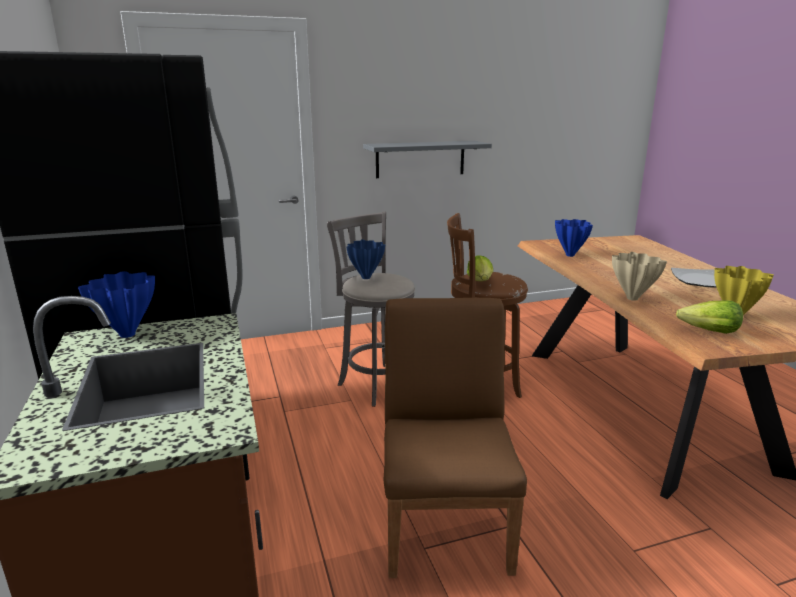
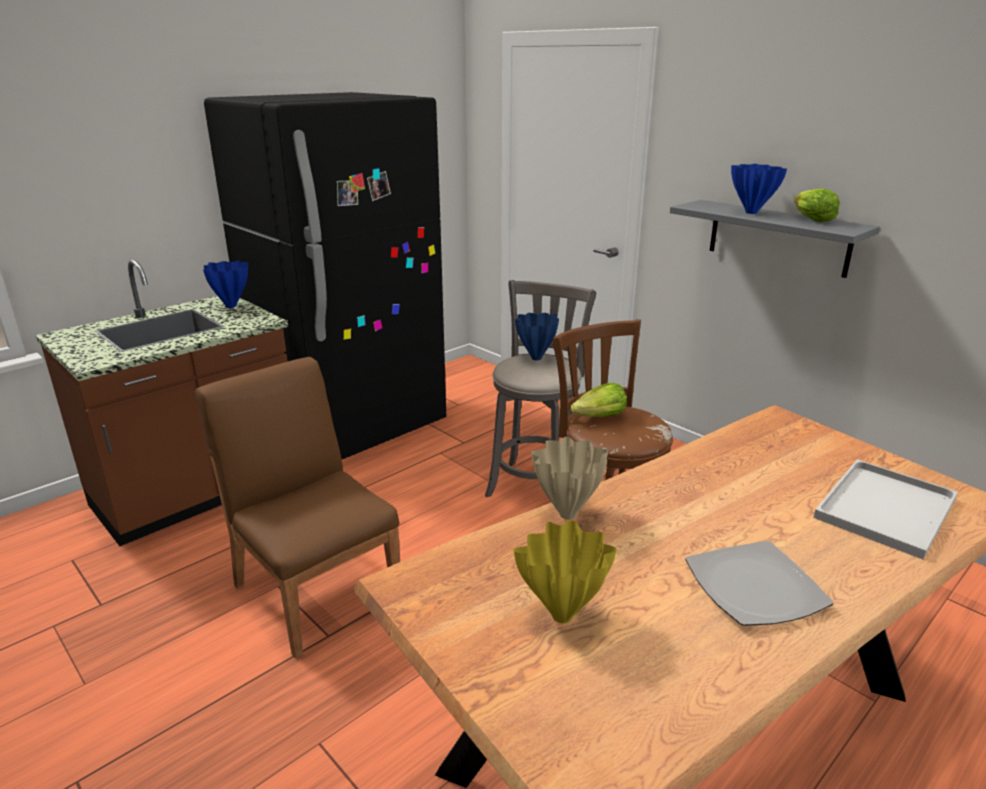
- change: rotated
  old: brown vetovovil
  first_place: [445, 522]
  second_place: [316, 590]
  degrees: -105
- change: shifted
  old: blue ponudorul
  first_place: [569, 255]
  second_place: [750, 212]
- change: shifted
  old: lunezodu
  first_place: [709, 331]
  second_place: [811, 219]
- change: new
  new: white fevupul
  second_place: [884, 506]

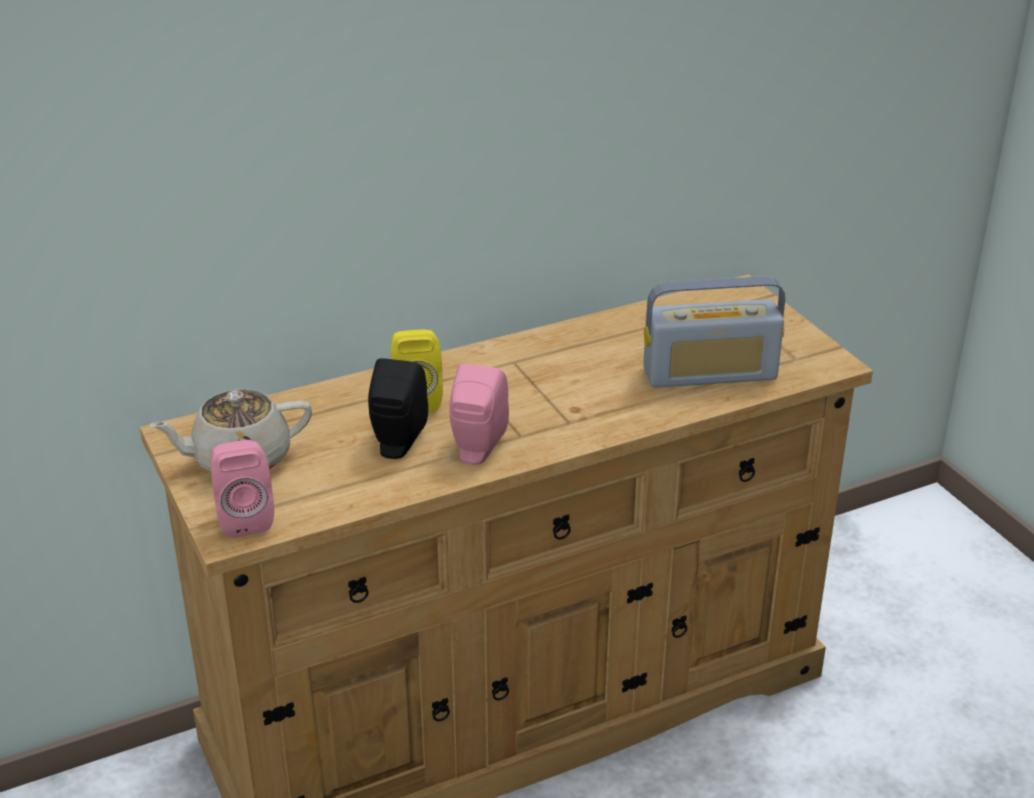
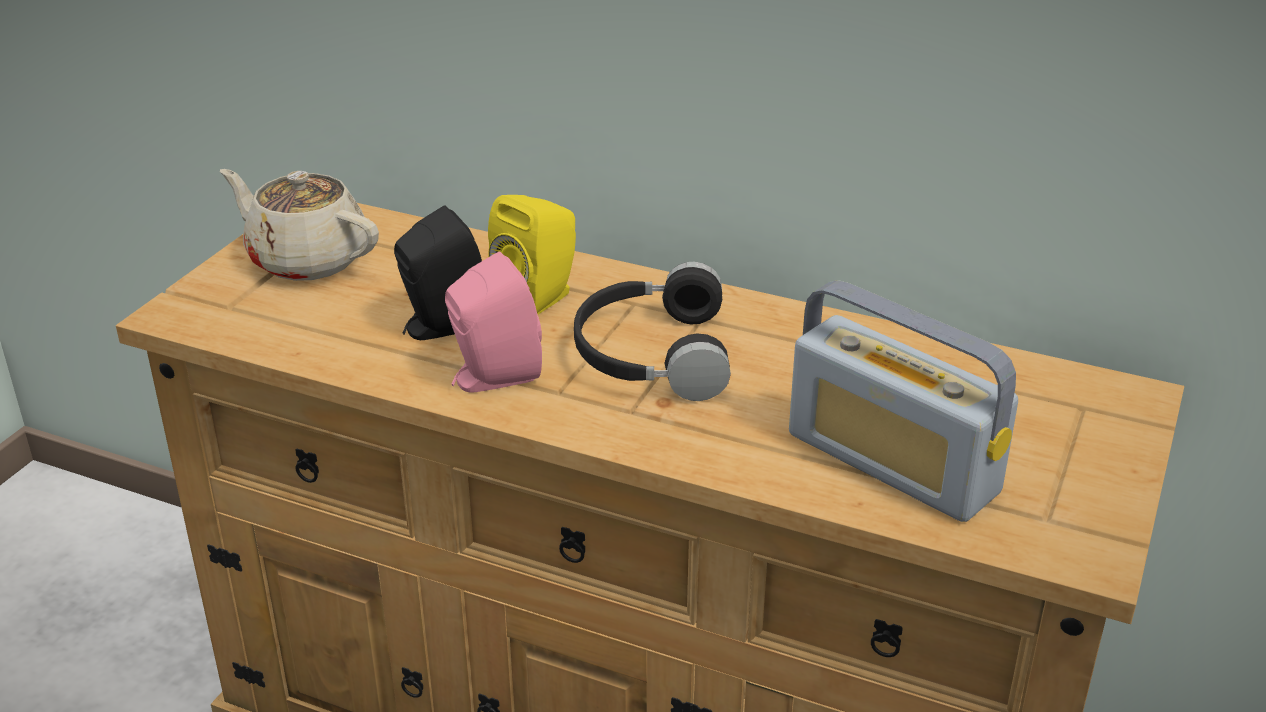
- change: new
  new: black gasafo
  second_place: [649, 354]
- change: gone
  old: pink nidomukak
  first_place: [245, 517]

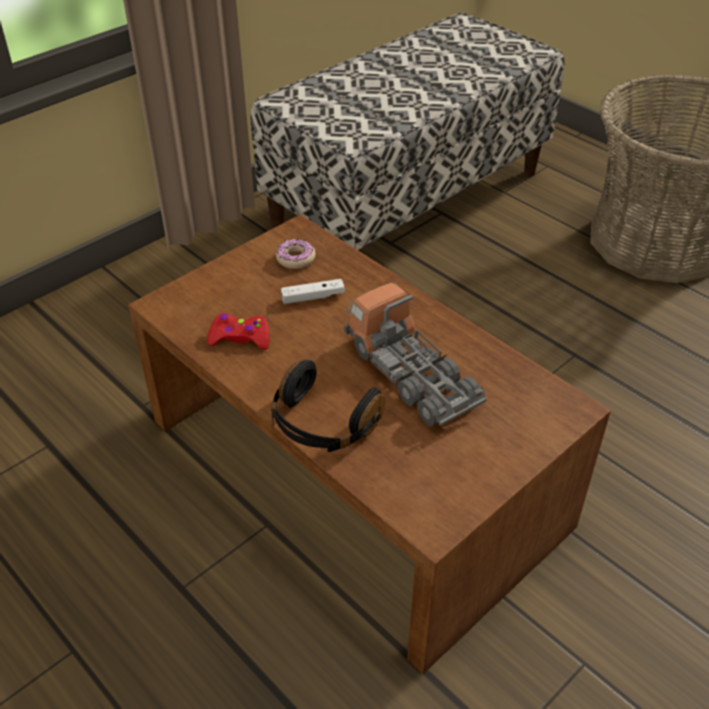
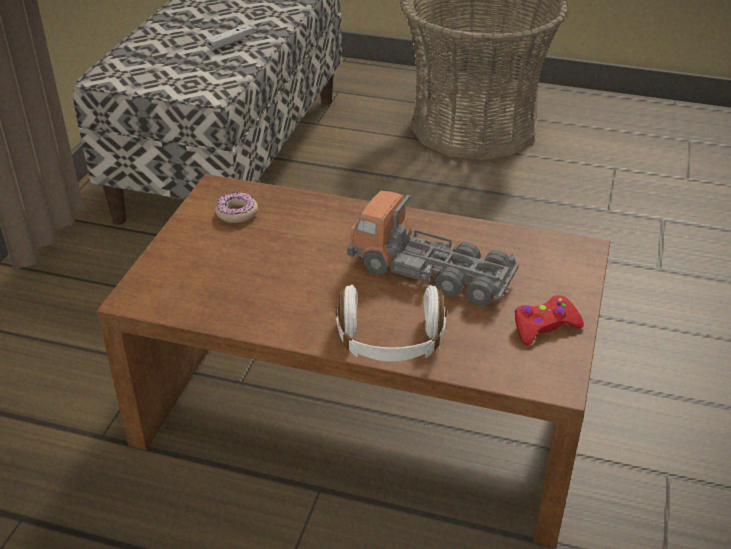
- change: shifted
  old: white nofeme
  first_place: [313, 297]
  second_place: [230, 42]
- change: repainted
  old: black gasafo
  new: white gasafo
  first_place: [322, 424]
  second_place: [390, 341]
- change: shifted
  old: red nofeme
  first_place: [240, 338]
  second_place: [544, 326]

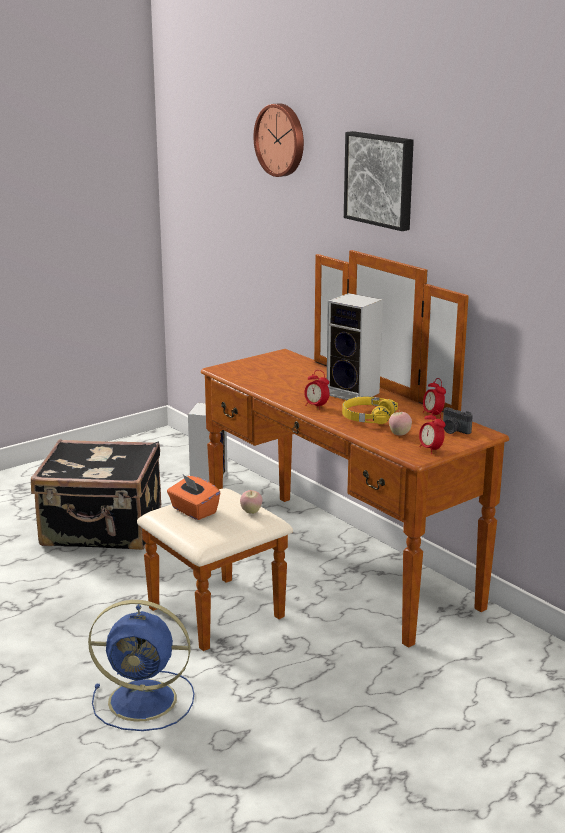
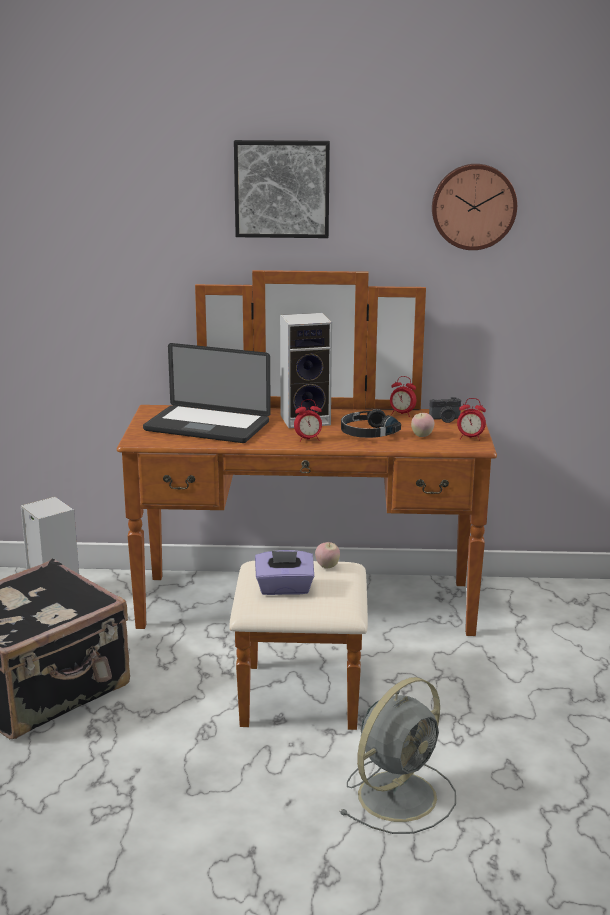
- change: new
  new: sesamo
  second_place: [207, 426]
- change: repainted
  old: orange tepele
  new: purple tepele
  first_place: [193, 511]
  second_place: [284, 589]
- change: repainted
  old: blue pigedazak
  new: grey pigedazak
  first_place: [146, 700]
  second_place: [399, 794]
- change: repainted
  old: yellow gasafo
  new: black gasafo
  first_place: [367, 417]
  second_place: [367, 433]
- change: shifted
  old: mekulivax
  first_place: [281, 140]
  second_place: [473, 206]

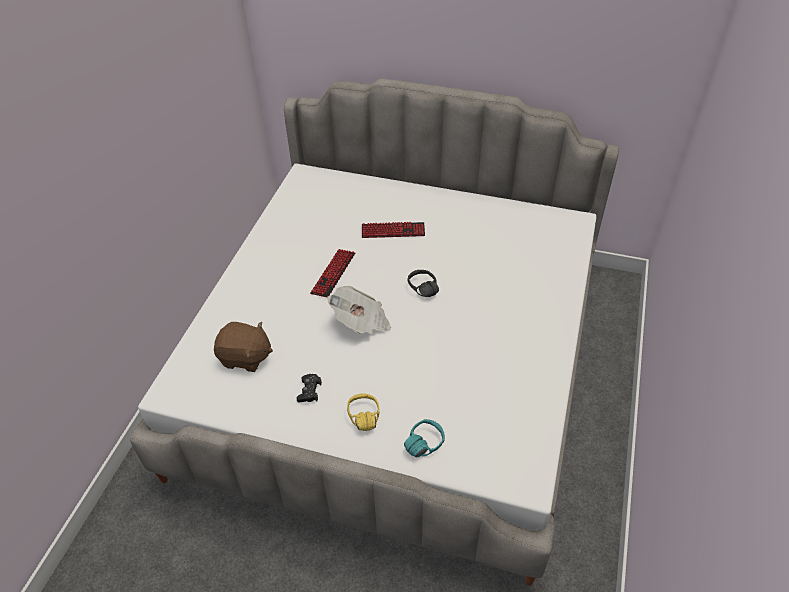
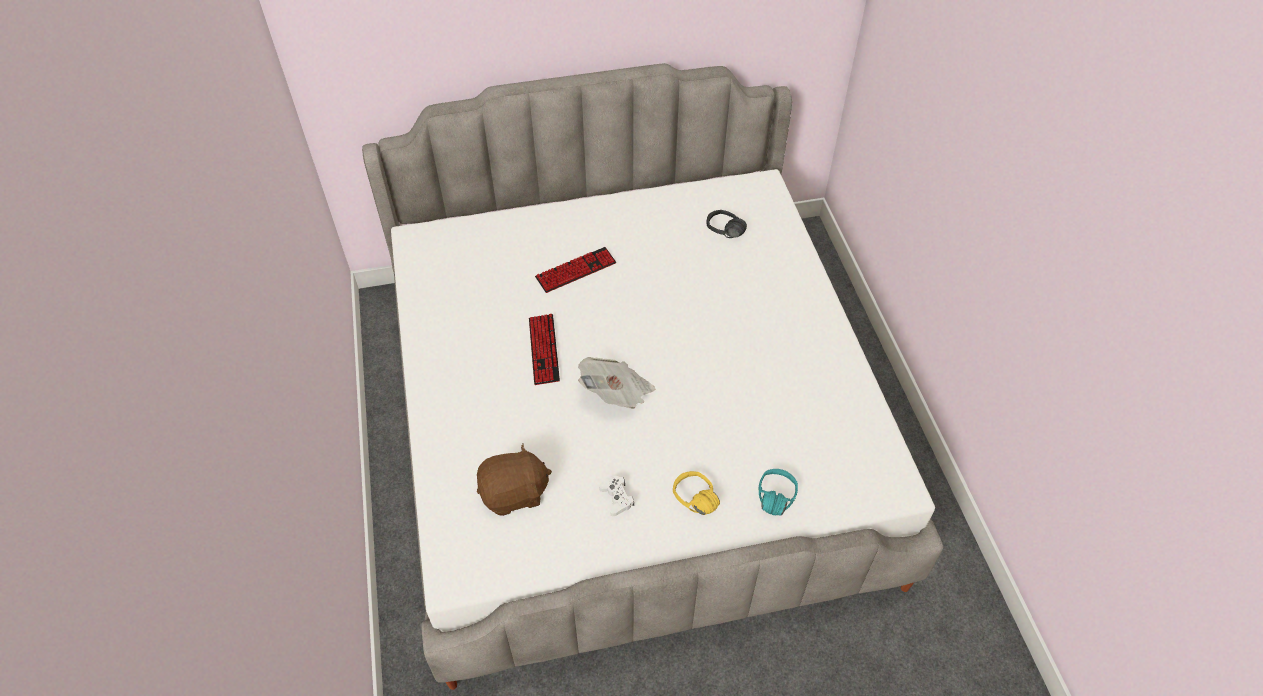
- change: repainted
  old: black nofeme
  new: white nofeme
  first_place: [309, 391]
  second_place: [616, 498]
- change: shifted
  old: black gasafo
  first_place: [419, 290]
  second_place: [722, 234]

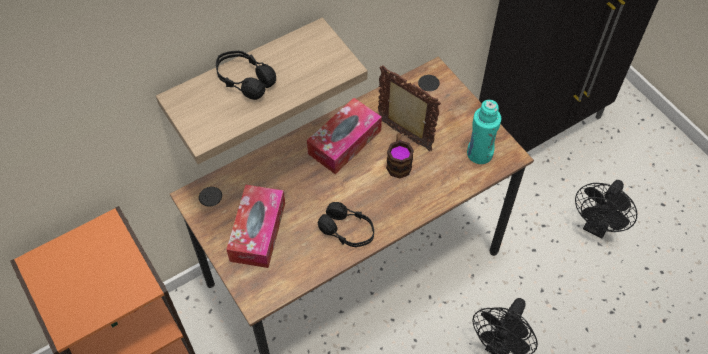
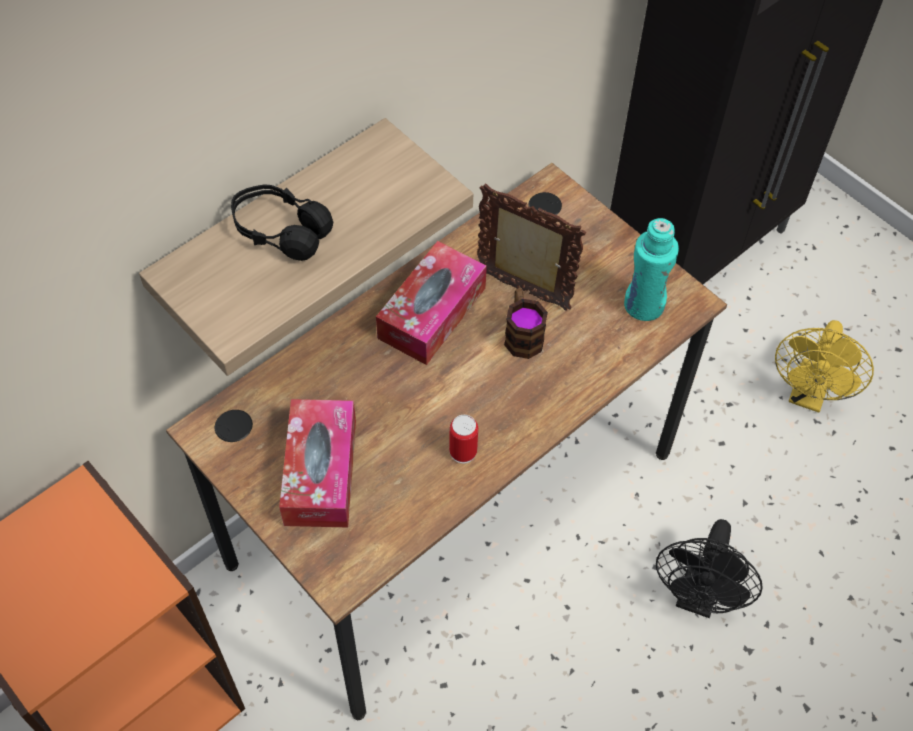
- change: swapped
  old: black gasafo
  new: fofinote
  first_place: [347, 231]
  second_place: [463, 452]
- change: repainted
  old: black pigedazak
  new: yellow pigedazak
  first_place: [596, 226]
  second_place: [808, 395]

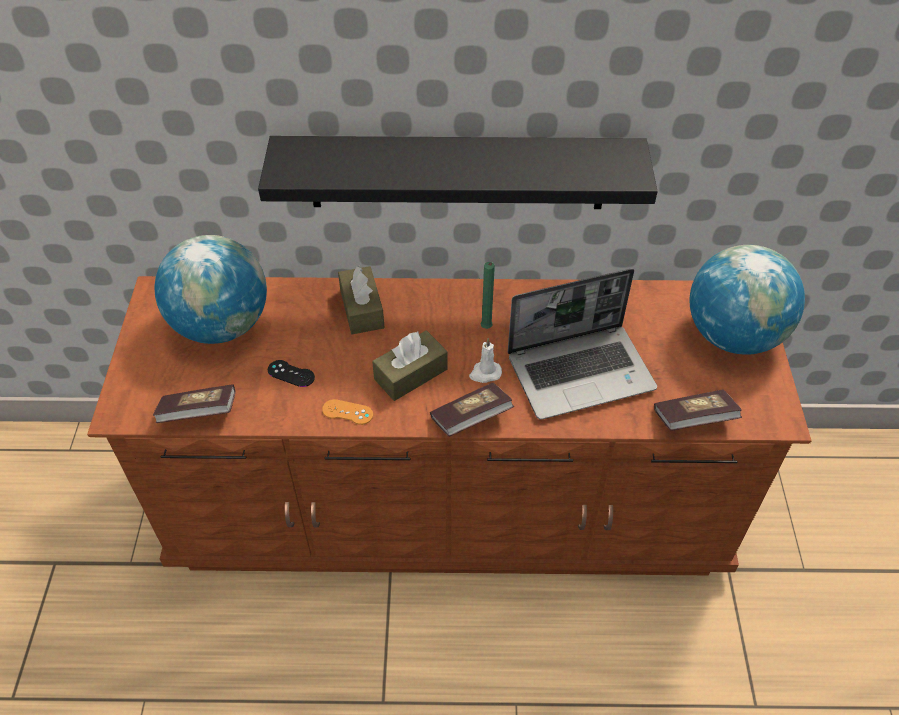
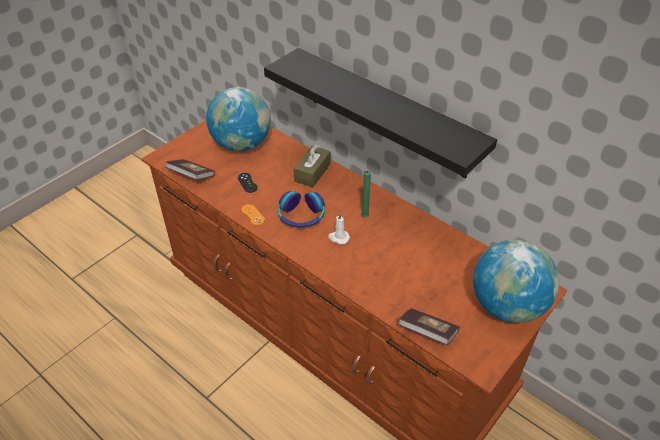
- change: swapped
  old: brown tepele
  new: gasafo
  first_place: [410, 374]
  second_place: [301, 216]
- change: gone
  old: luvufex
  first_place: [471, 418]
- change: gone
  old: sesamo
  first_place: [581, 371]

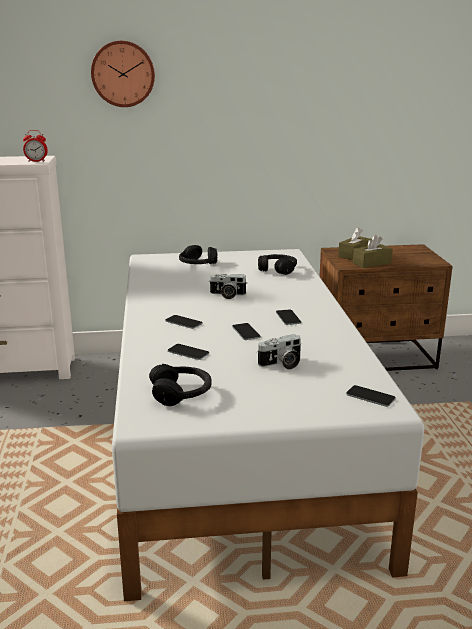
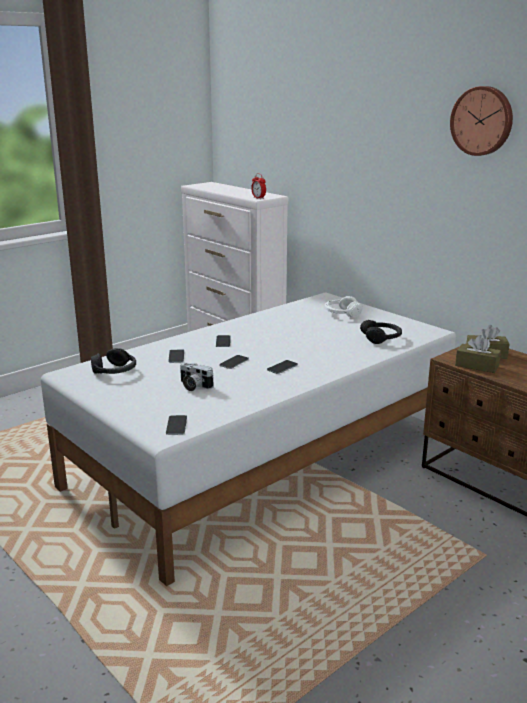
- change: repainted
  old: black gasafo
  new: white gasafo
  first_place: [198, 264]
  second_place: [342, 313]
- change: shifted
  old: mekulivax
  first_place: [123, 74]
  second_place: [482, 121]
- change: gone
  old: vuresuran
  first_place: [227, 295]

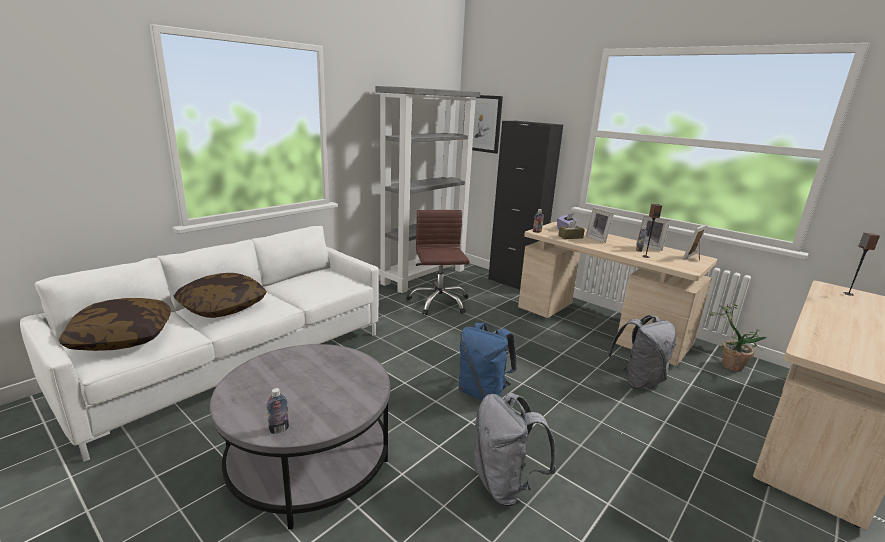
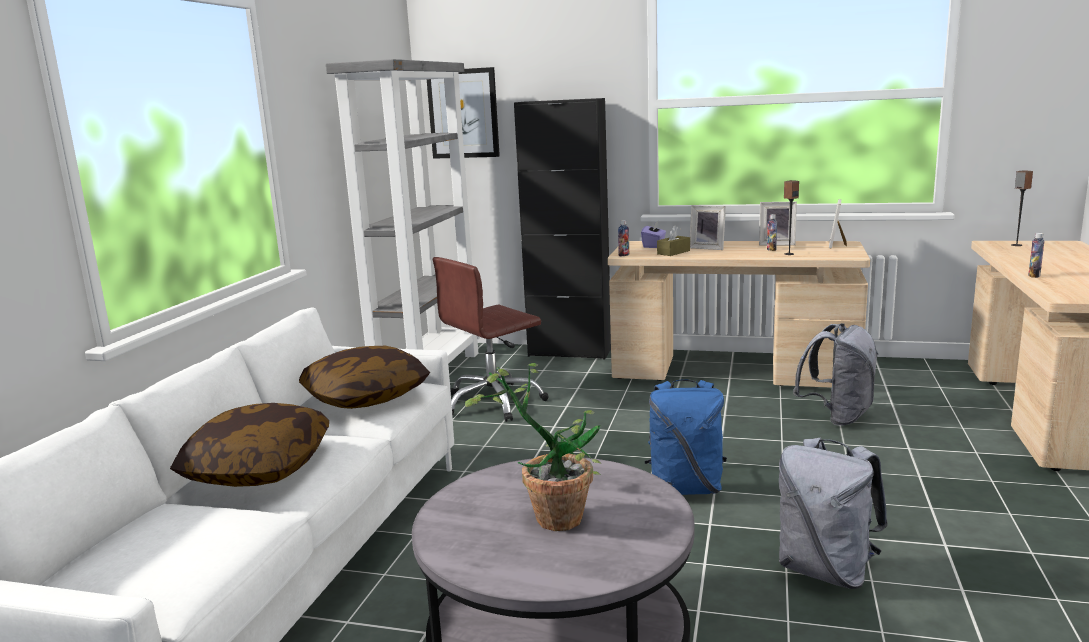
- change: shifted
  old: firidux
  first_place: [122, 338]
  second_place: [366, 397]
- change: rotated
  old: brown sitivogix
  first_place: [438, 302]
  second_place: [493, 403]
  degrees: -90
- change: shifted
  old: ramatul
  first_place: [728, 363]
  second_place: [551, 514]
- change: shifted
  old: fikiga
  first_place: [279, 429]
  second_place: [1034, 276]

